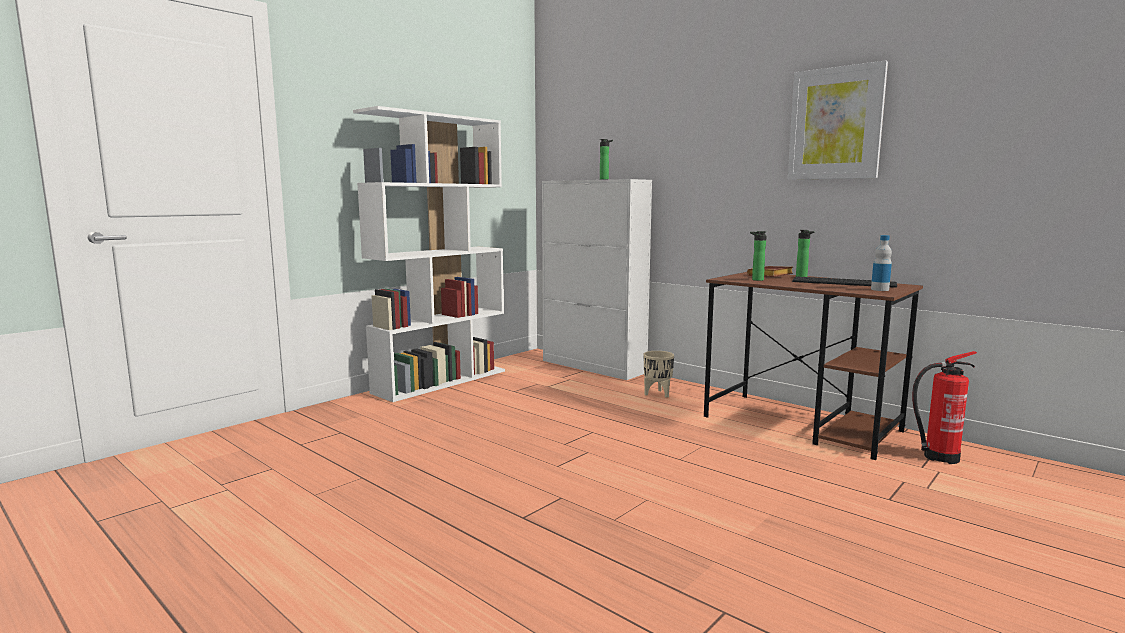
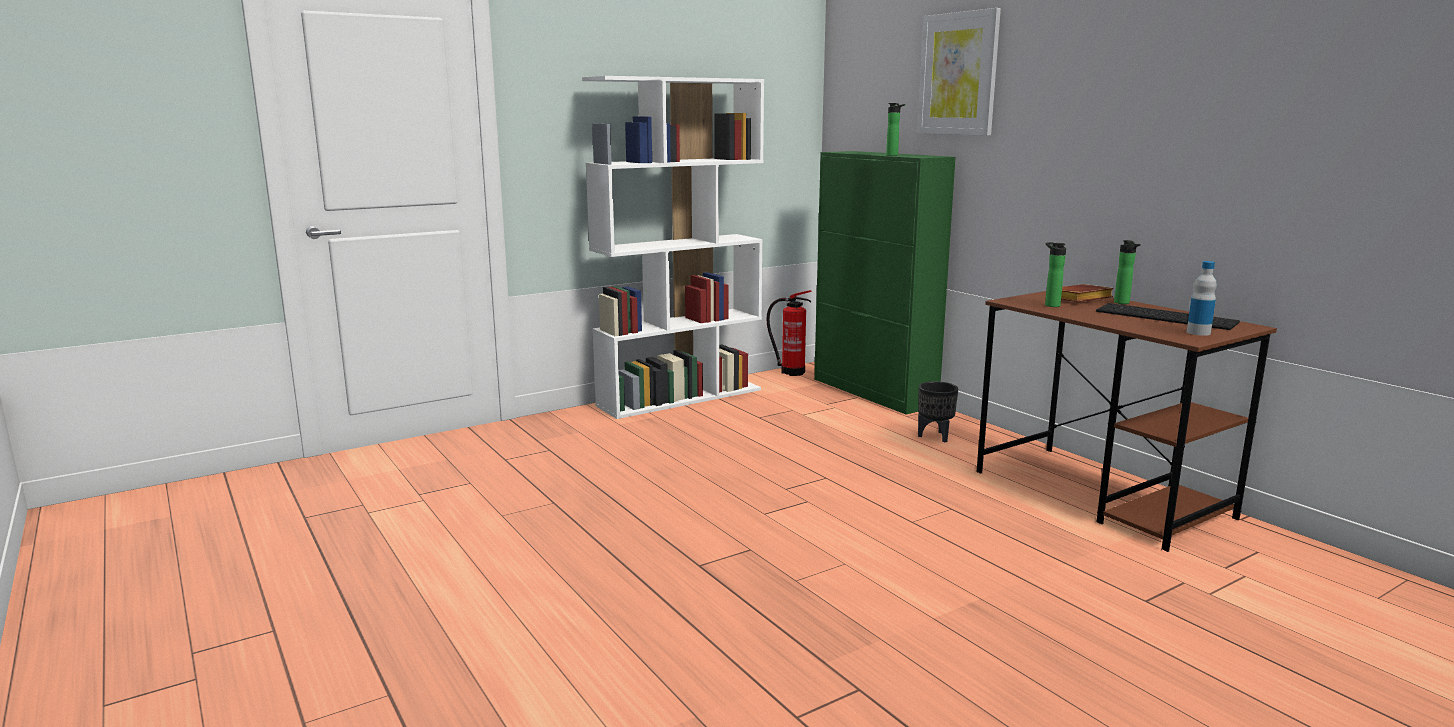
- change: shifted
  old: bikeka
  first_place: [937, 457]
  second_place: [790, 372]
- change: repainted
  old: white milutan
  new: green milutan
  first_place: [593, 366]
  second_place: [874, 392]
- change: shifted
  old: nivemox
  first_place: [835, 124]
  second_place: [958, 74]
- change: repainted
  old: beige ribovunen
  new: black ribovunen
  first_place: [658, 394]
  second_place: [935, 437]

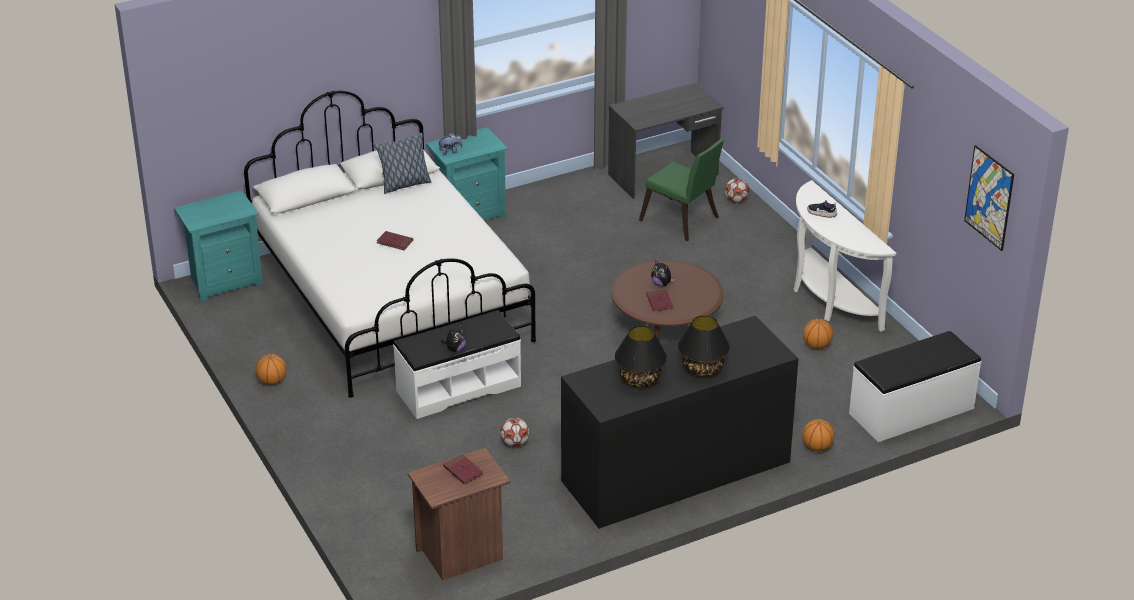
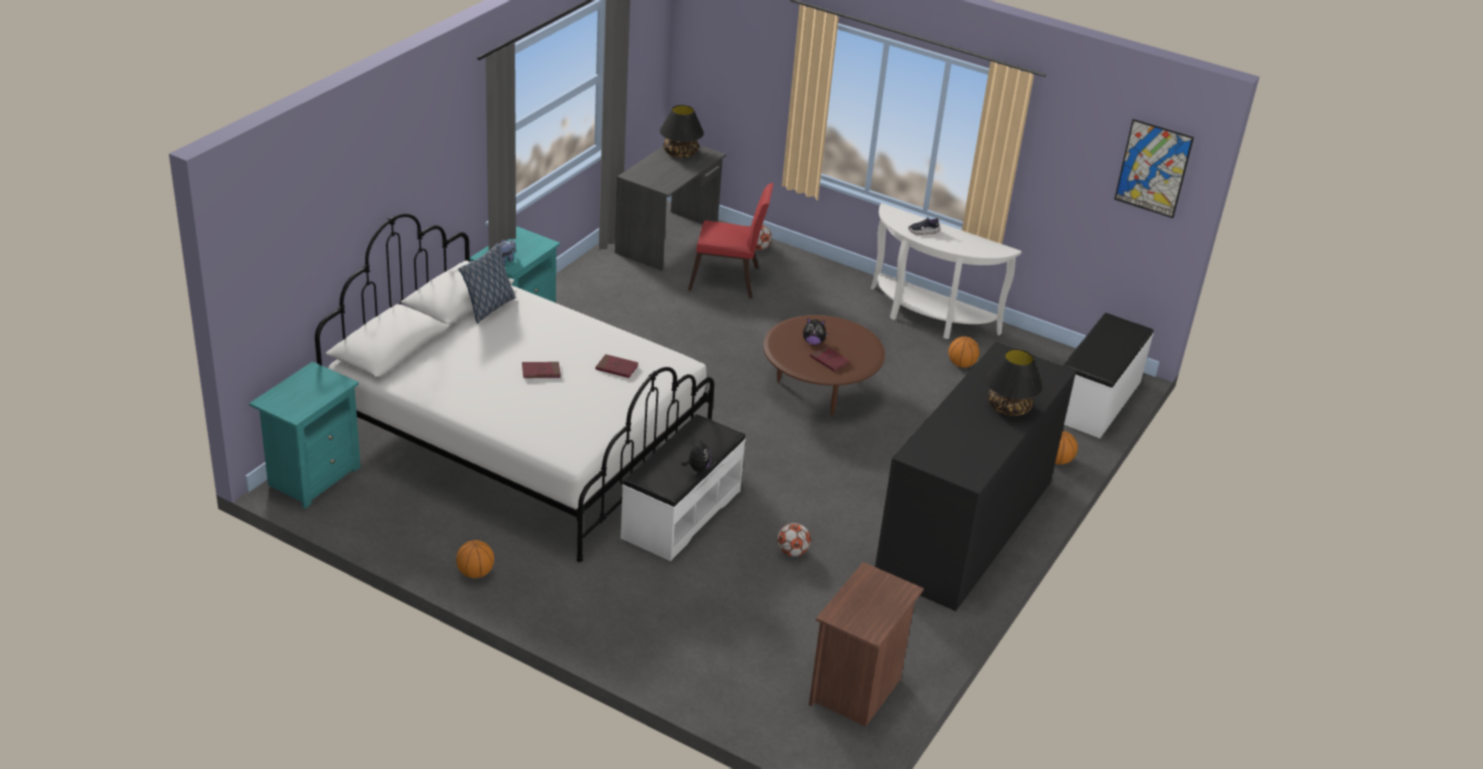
- change: shifted
  old: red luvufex
  first_place: [463, 471]
  second_place: [617, 368]
- change: shifted
  old: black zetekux
  first_place: [639, 379]
  second_place: [680, 153]
- change: repainted
  old: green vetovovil
  new: red vetovovil
  first_place: [682, 221]
  second_place: [729, 281]

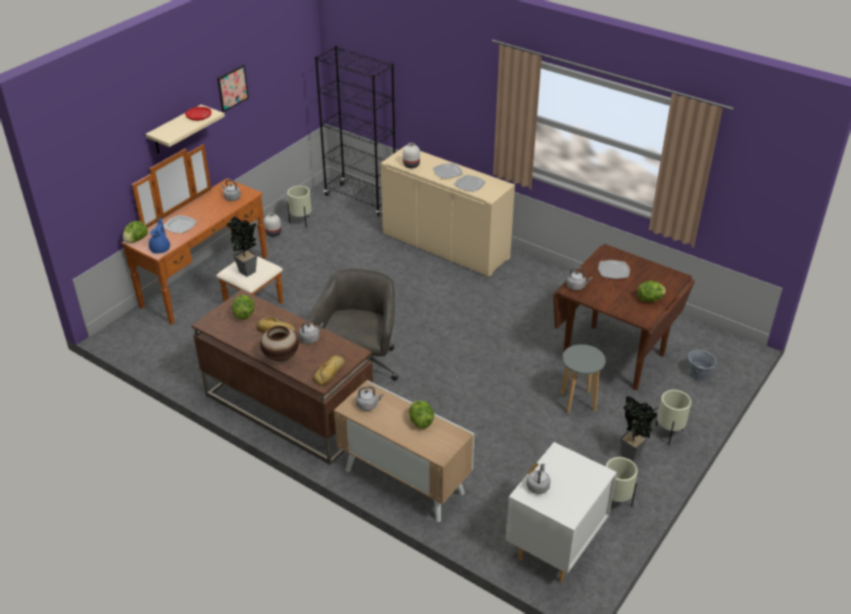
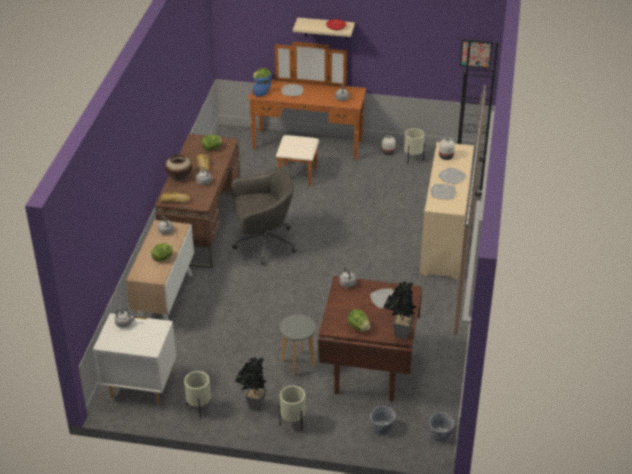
- change: shifted
  old: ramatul
  first_place: [247, 273]
  second_place: [400, 335]
- change: new
  new: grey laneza
  second_place: [440, 434]
- change: shifted
  old: nivemox
  first_place: [232, 88]
  second_place: [476, 53]

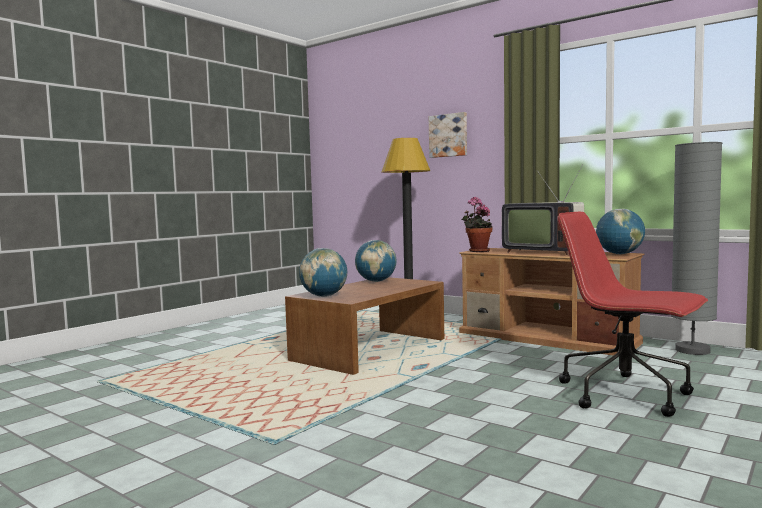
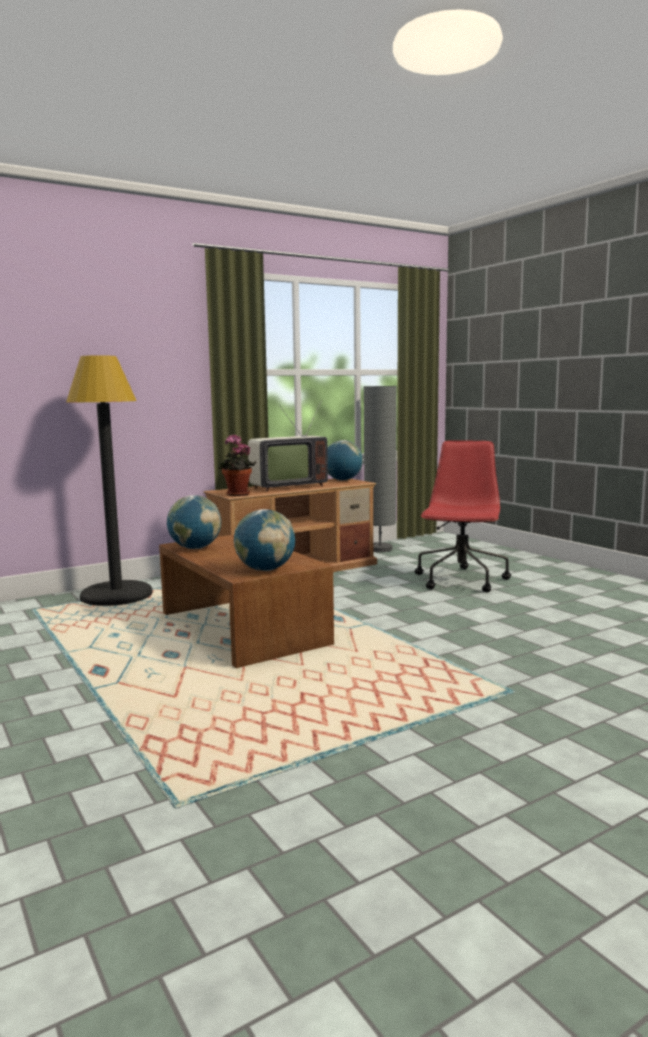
- change: rotated
  old: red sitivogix
  first_place: [626, 395]
  second_place: [461, 581]
  degrees: 135
- change: gone
  old: nivemox
  first_place: [448, 135]

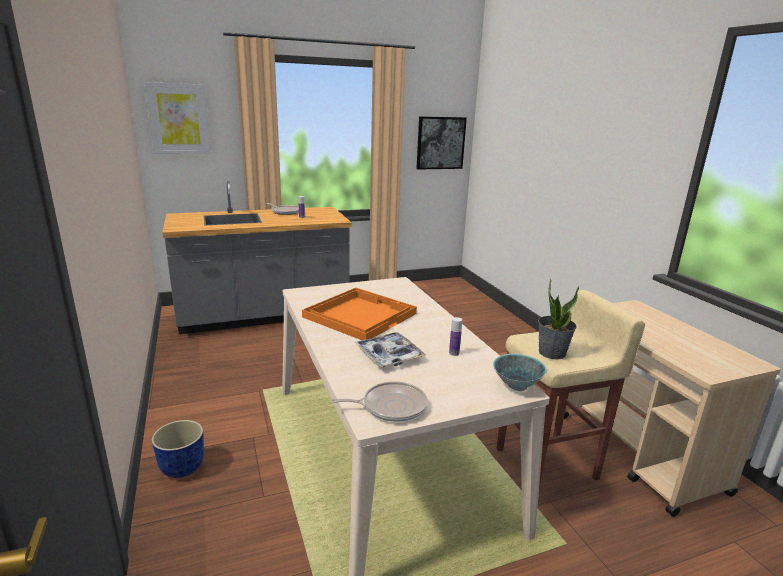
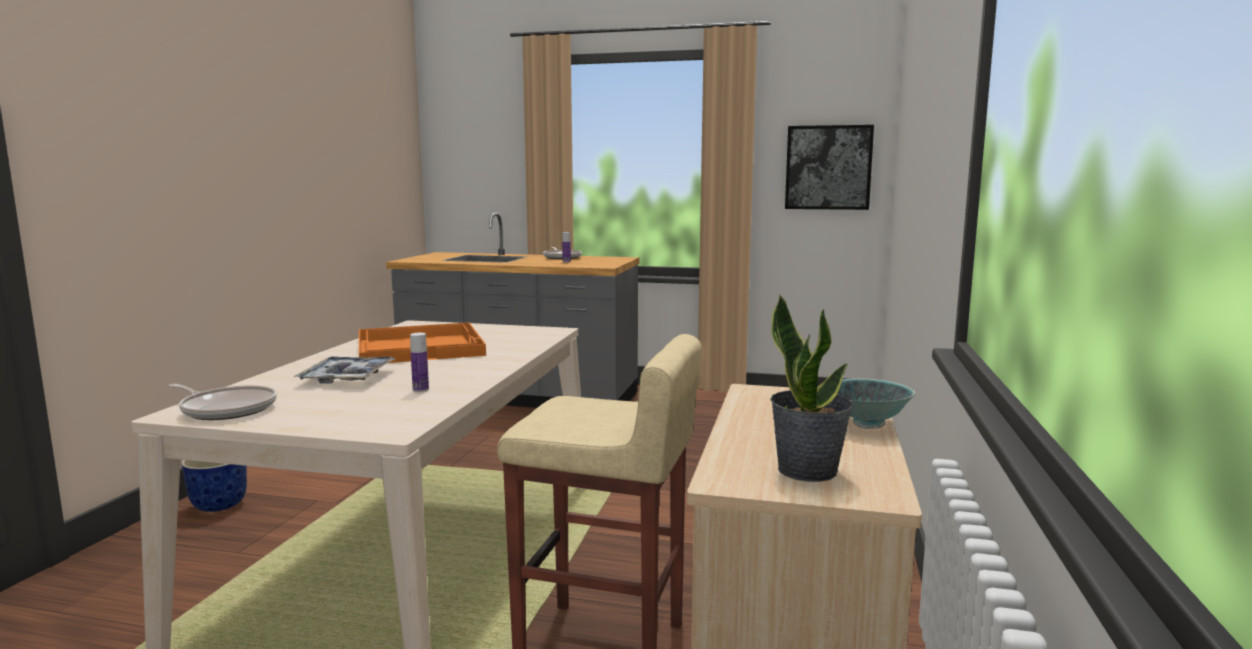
- change: shifted
  old: ramatul
  first_place: [551, 352]
  second_place: [807, 470]
- change: shifted
  old: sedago
  first_place: [517, 386]
  second_place: [868, 424]
- change: gone
  old: nivemox
  first_place: [179, 119]

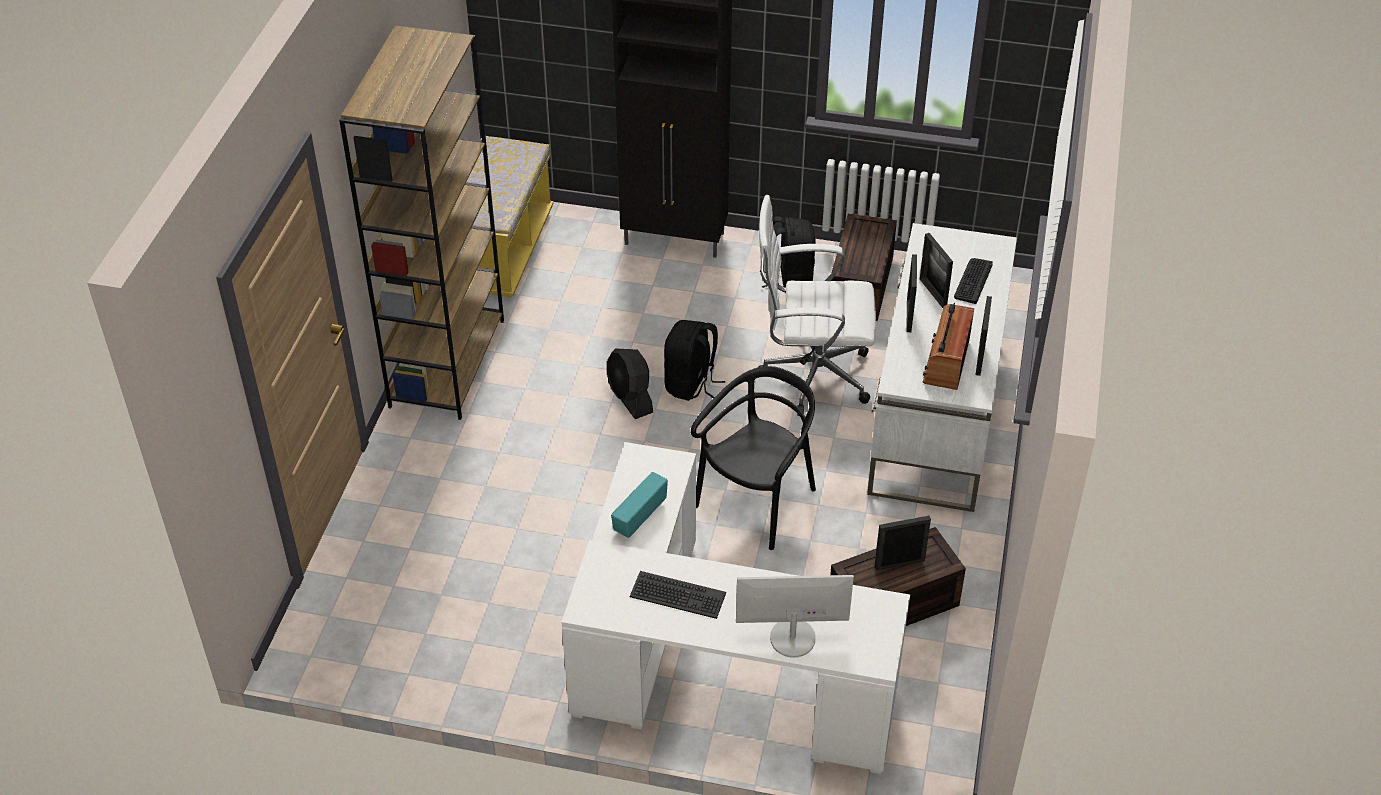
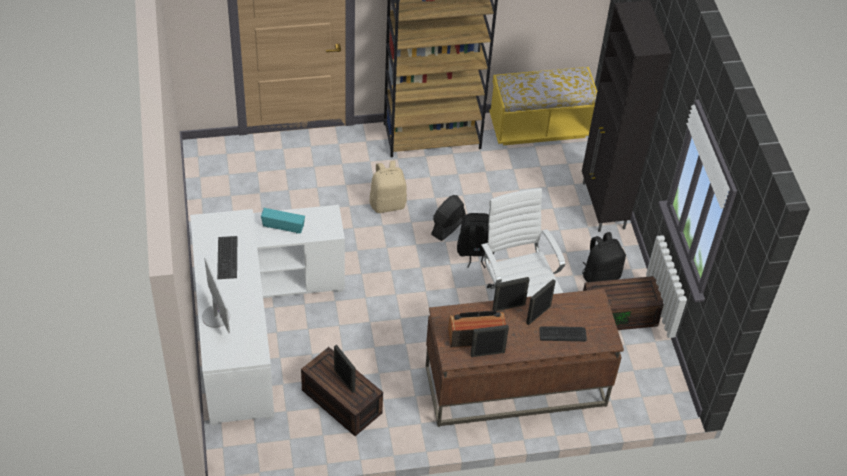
- change: new
  new: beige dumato
  second_place: [388, 203]
- change: repainted
  old: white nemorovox
  new: brown nemorovox
  first_place: [935, 416]
  second_place: [514, 386]
- change: gone
  old: black vetovovil
  first_place: [757, 502]

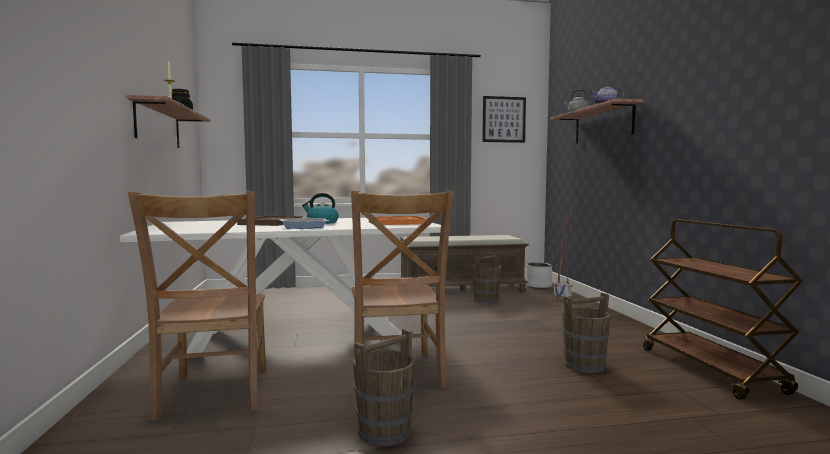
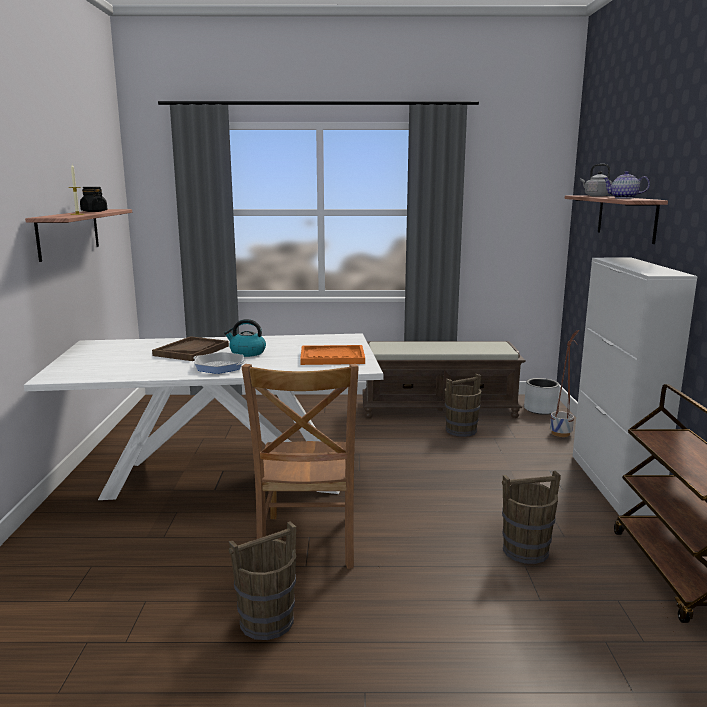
- change: new
  new: white milutan
  second_place: [613, 483]
- change: gone
  old: brown vetovovil
  first_place: [213, 395]
- change: gone
  old: nivemox
  first_place: [504, 119]

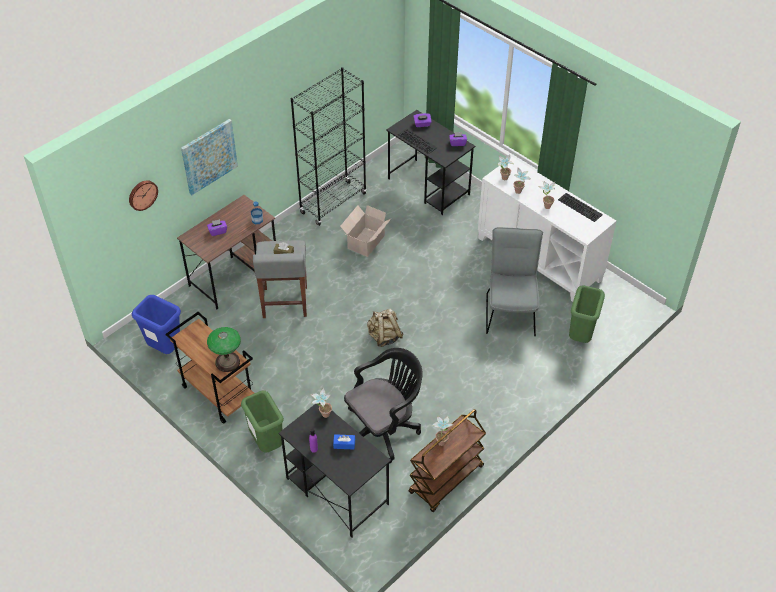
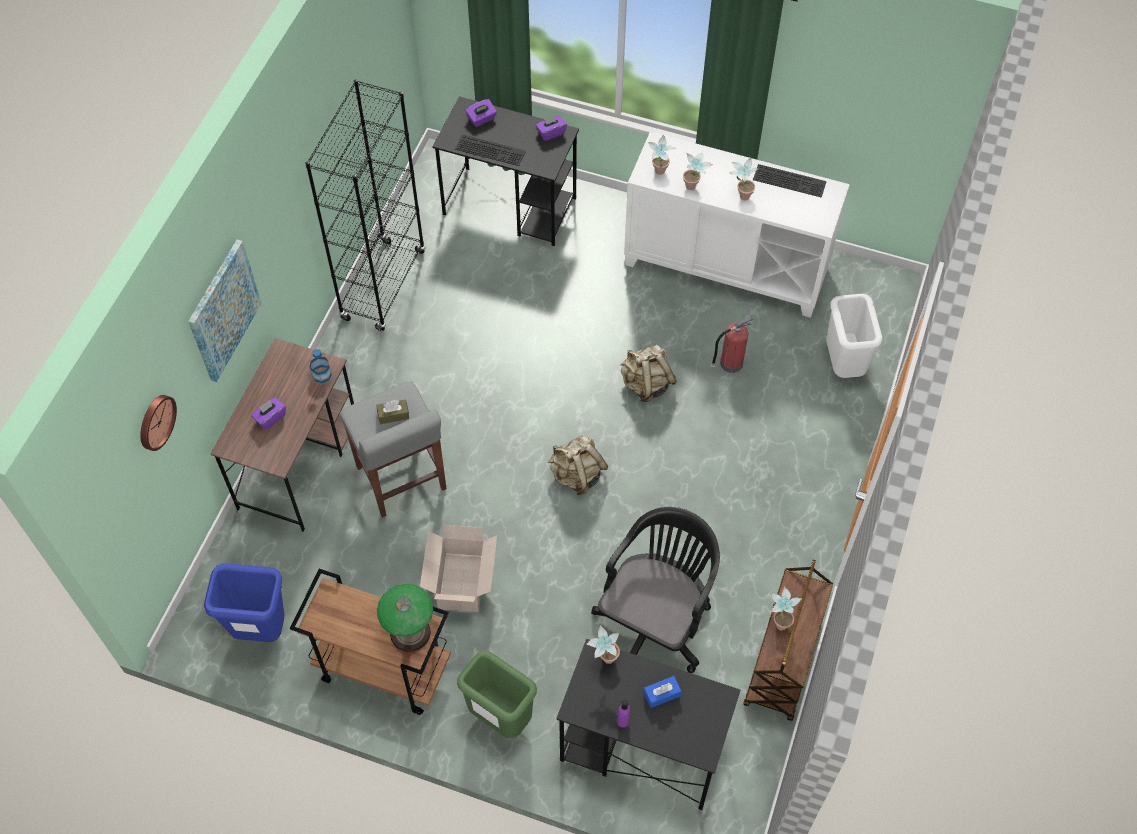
- change: shifted
  old: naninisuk
  first_place: [365, 242]
  second_place: [461, 584]
- change: new
  new: beige dumato
  second_place: [646, 384]
- change: swapped
  old: grey vetovovil
  new: bikeka
  first_place: [510, 311]
  second_place: [730, 363]
- change: repainted
  old: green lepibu
  new: white lepibu
  first_place: [581, 336]
  second_place: [844, 365]

